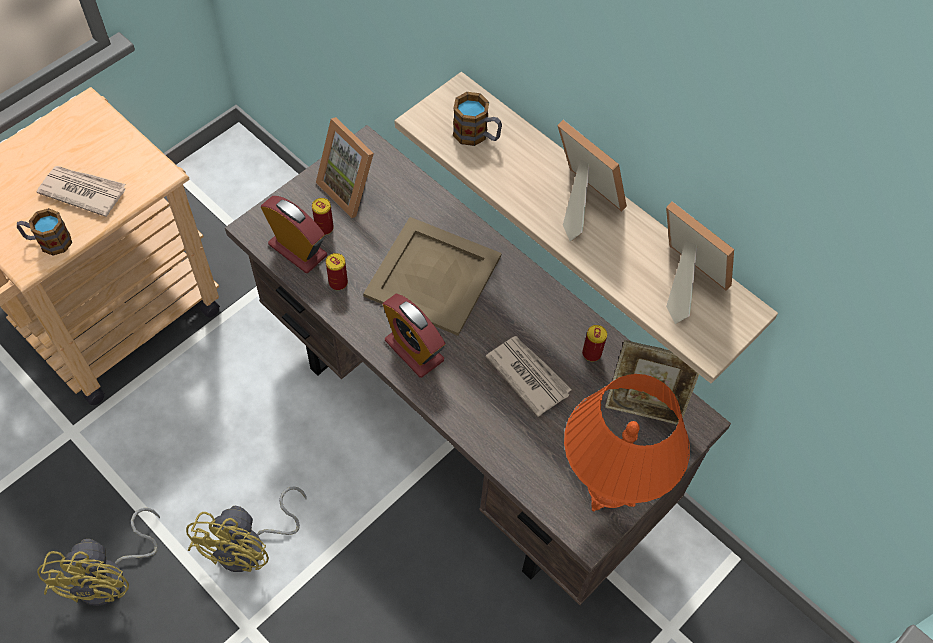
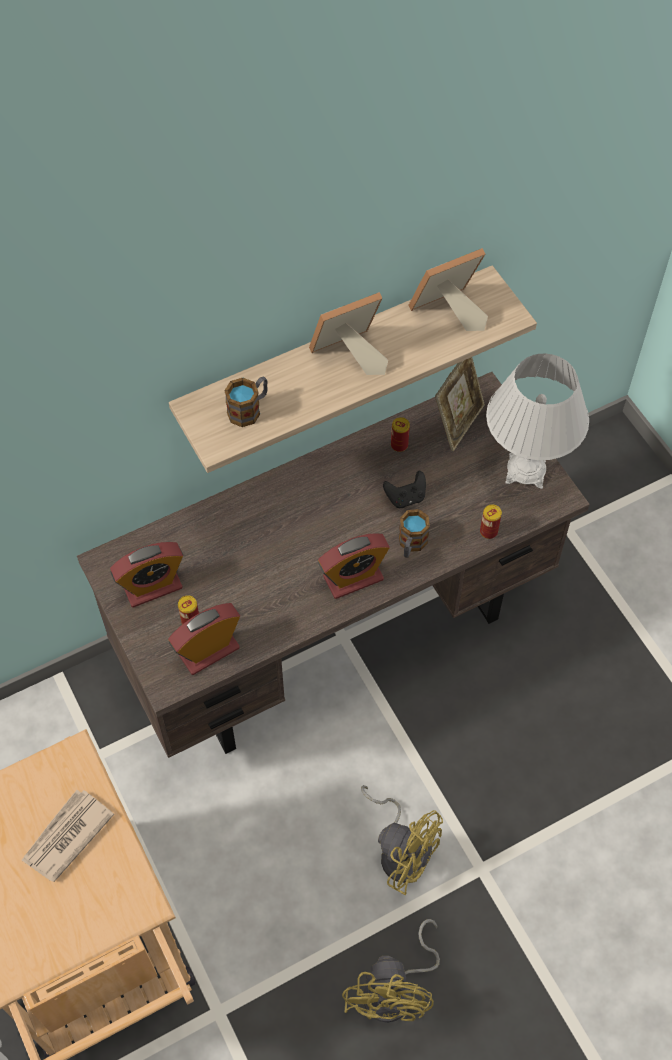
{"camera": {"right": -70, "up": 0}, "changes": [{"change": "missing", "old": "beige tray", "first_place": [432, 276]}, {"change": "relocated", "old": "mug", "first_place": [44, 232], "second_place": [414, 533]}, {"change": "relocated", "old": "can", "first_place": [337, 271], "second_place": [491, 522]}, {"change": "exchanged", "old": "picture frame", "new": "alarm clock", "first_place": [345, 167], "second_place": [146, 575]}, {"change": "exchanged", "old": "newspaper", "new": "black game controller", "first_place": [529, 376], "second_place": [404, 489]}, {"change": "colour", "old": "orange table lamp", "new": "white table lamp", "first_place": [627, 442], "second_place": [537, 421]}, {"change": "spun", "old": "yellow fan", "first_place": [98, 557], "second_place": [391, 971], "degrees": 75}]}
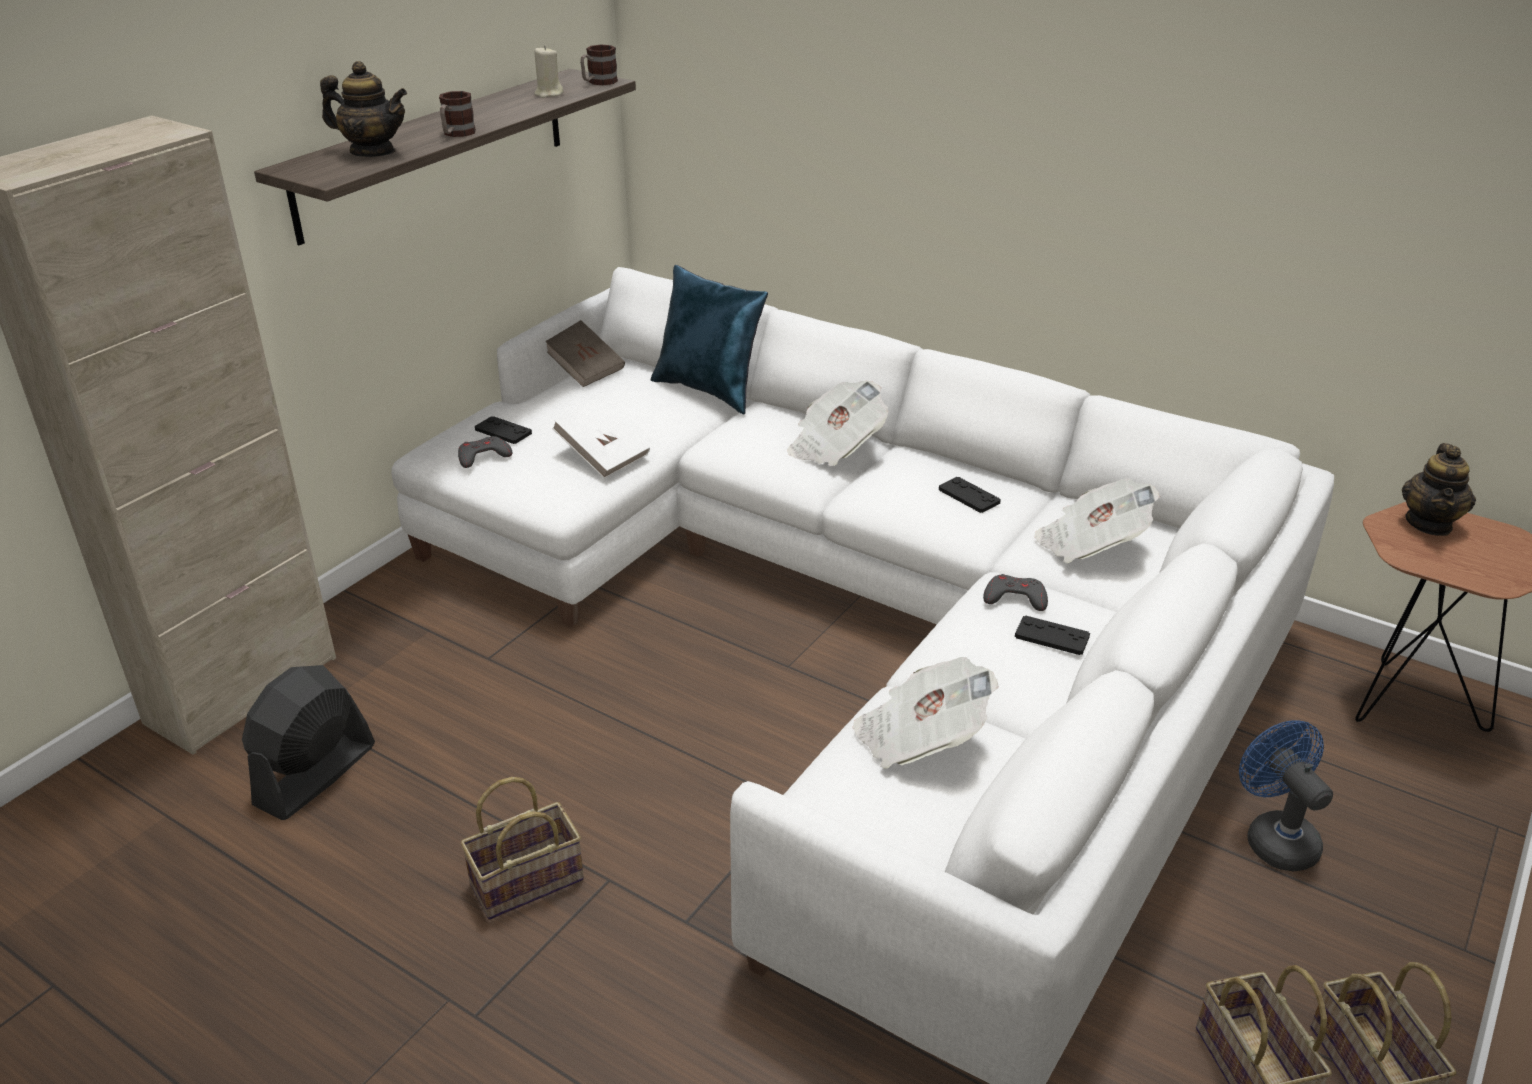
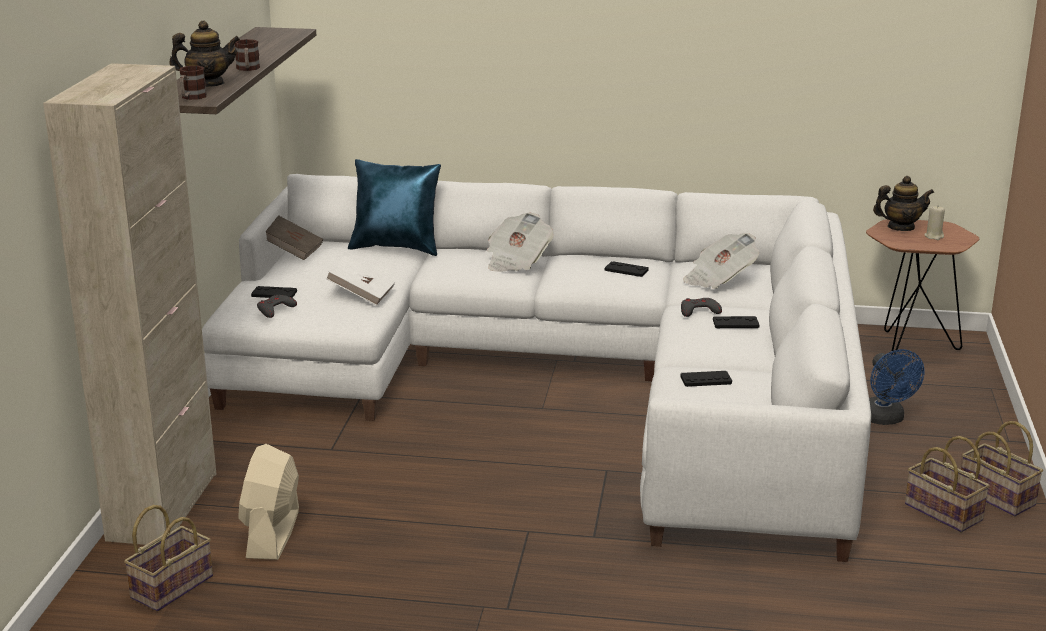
{"camera": {"right": -25, "up": -10}, "changes": [{"change": "relocated", "old": "basket", "first_place": [522, 848], "second_place": [168, 558]}, {"change": "relocated", "old": "beige candle", "first_place": [548, 72], "second_place": [934, 223]}, {"change": "relocated", "old": "mug", "first_place": [599, 65], "second_place": [193, 83]}, {"change": "exchanged", "old": "newspaper", "new": "black game controller", "first_place": [925, 713], "second_place": [706, 379]}, {"change": "colour", "old": "black fan", "new": "beige fan", "first_place": [308, 742], "second_place": [268, 502]}, {"change": "spun", "old": "blue fan", "first_place": [1286, 795], "second_place": [897, 387], "degrees": -150}, {"change": "spun", "old": "teapot", "first_place": [1439, 489], "second_place": [903, 203], "degrees": -90}]}
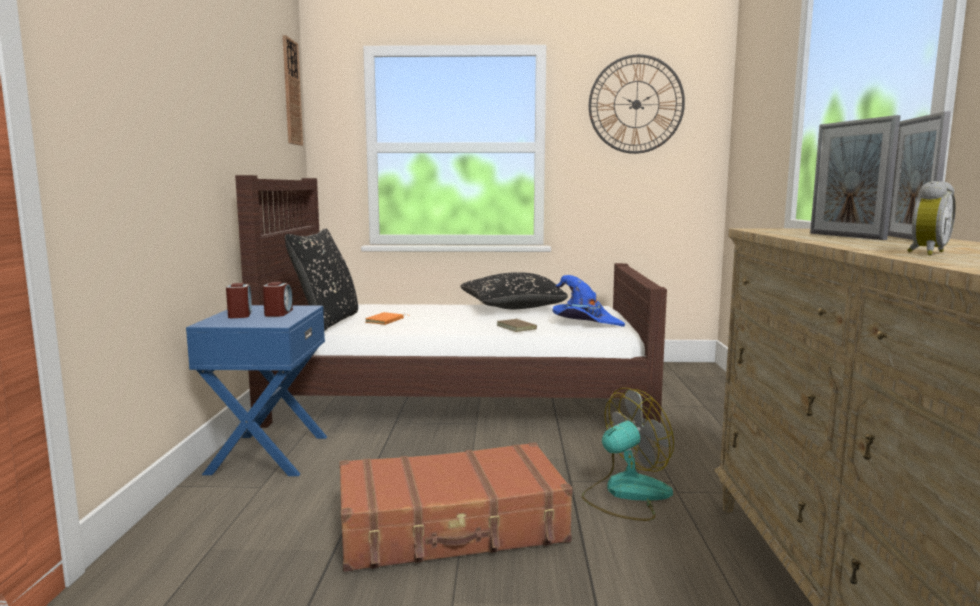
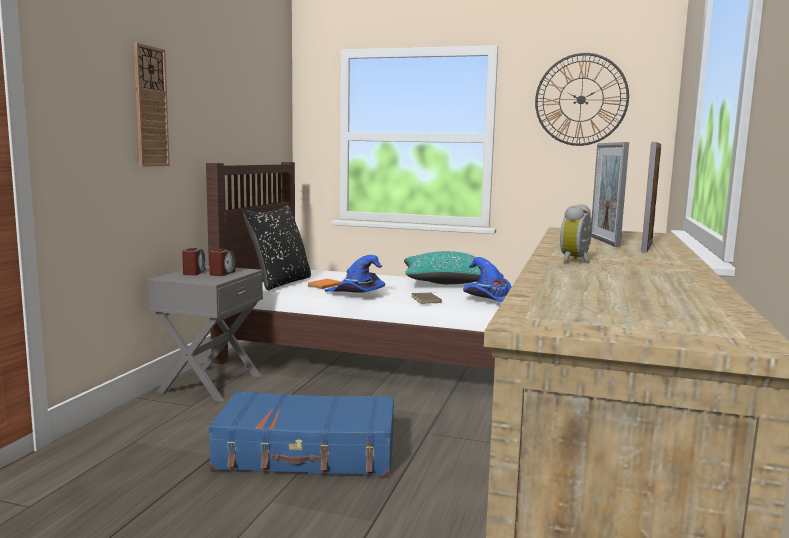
{"camera": {"right": 15, "up": 0}, "changes": [{"change": "missing", "old": "fan", "first_place": [628, 454]}, {"change": "appeared", "new": "blue hat", "second_place": [355, 274]}, {"change": "relocated", "old": "wall clock", "first_place": [293, 90], "second_place": [152, 105]}, {"change": "colour", "old": "blue nightstand", "new": "grey nightstand", "first_place": [256, 390], "second_place": [205, 333]}, {"change": "colour", "old": "brown suitcase", "new": "blue suitcase", "first_place": [455, 507], "second_place": [301, 433]}, {"change": "colour", "old": "black pillow", "new": "turquoise pillow", "first_place": [514, 290], "second_place": [442, 267]}, {"change": "spun", "old": "alarm clock", "first_place": [931, 218], "second_place": [576, 233], "degrees": 150}]}
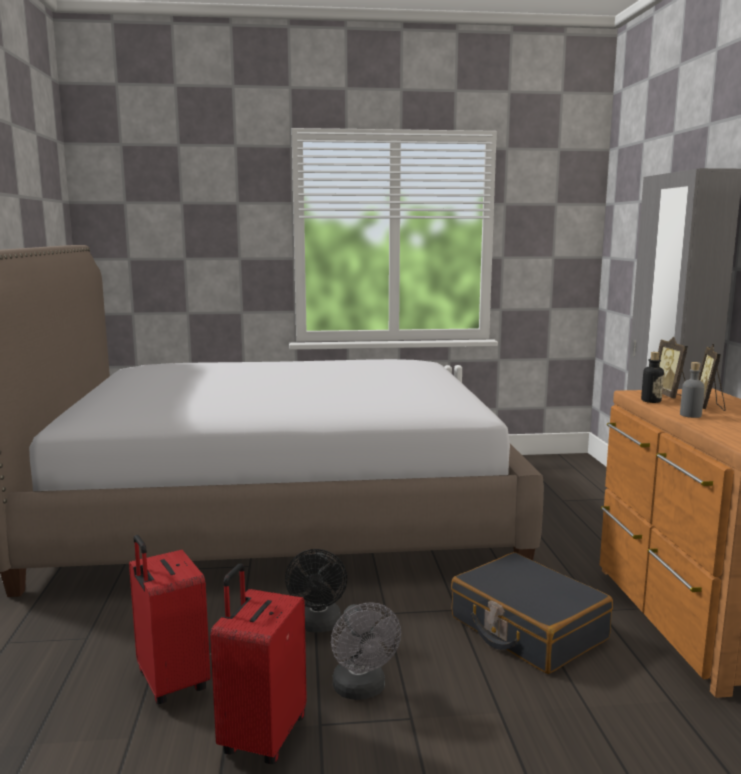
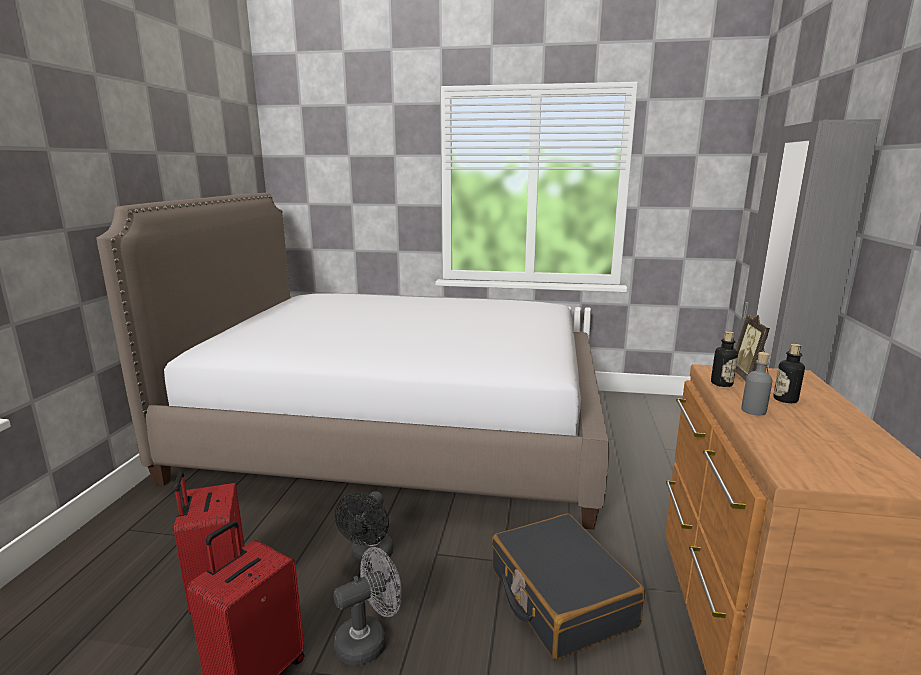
{"camera": {"right": 15, "up": 5}, "changes": [{"change": "exchanged", "old": "picture frame", "new": "bottle", "first_place": [712, 377], "second_place": [789, 373]}, {"change": "spun", "old": "grey fan", "first_place": [366, 651], "second_place": [367, 606], "degrees": -120}]}
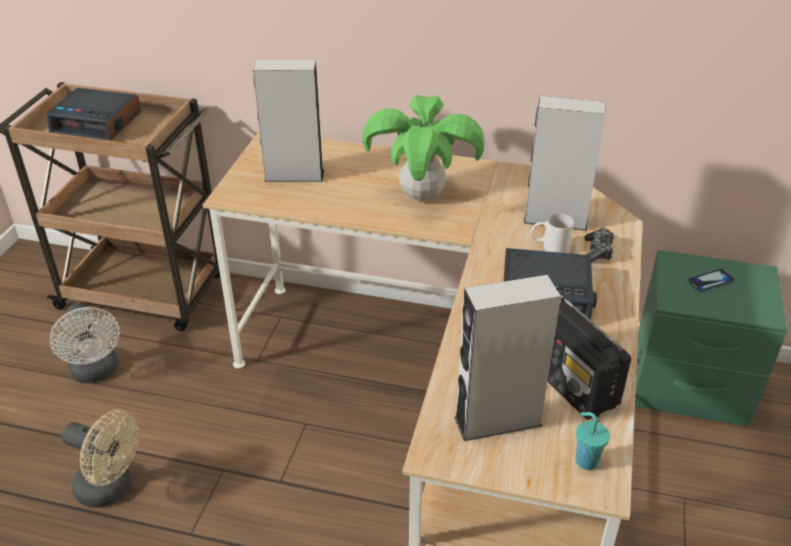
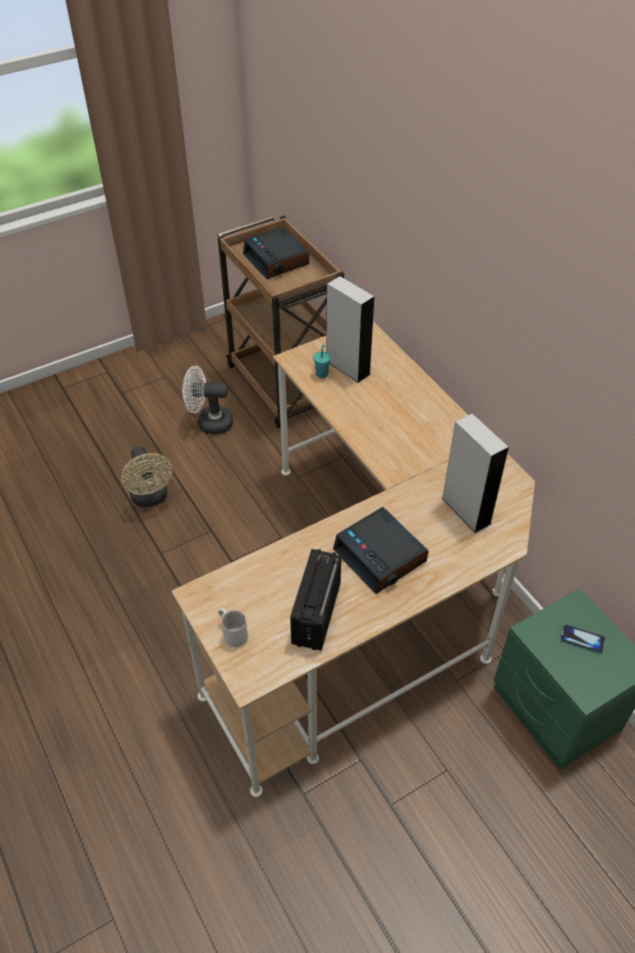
{"camera": {"right": 45, "up": 10}, "changes": [{"change": "missing", "old": "potted plant", "first_place": [423, 148]}, {"change": "missing", "old": "grey speaker", "first_place": [507, 357]}, {"change": "missing", "old": "game controller", "first_place": [599, 246]}, {"change": "relocated", "old": "white mug", "first_place": [552, 233], "second_place": [233, 627]}, {"change": "relocated", "old": "turquoise cup", "first_place": [593, 441], "second_place": [322, 361]}, {"change": "spun", "old": "white fan", "first_place": [85, 343], "second_place": [207, 400], "degrees": 75}]}
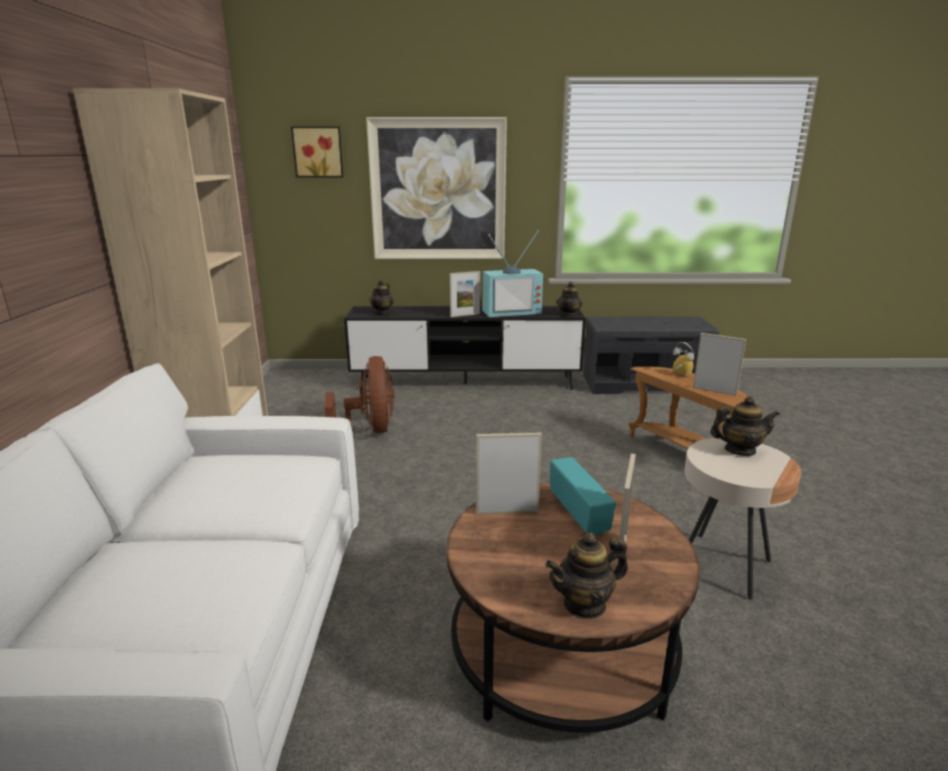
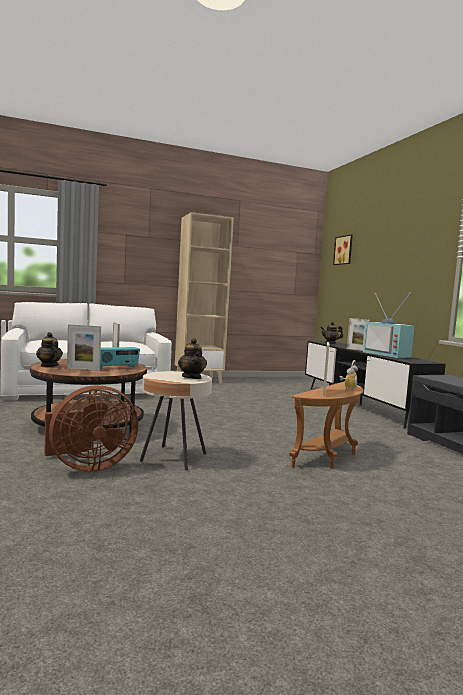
{"camera": {"right": 70, "up": -15}, "changes": [{"change": "missing", "old": "picture", "first_place": [436, 188]}, {"change": "missing", "old": "teapot", "first_place": [569, 299]}, {"change": "relocated", "old": "brown fan", "first_place": [359, 394], "second_place": [91, 428]}]}
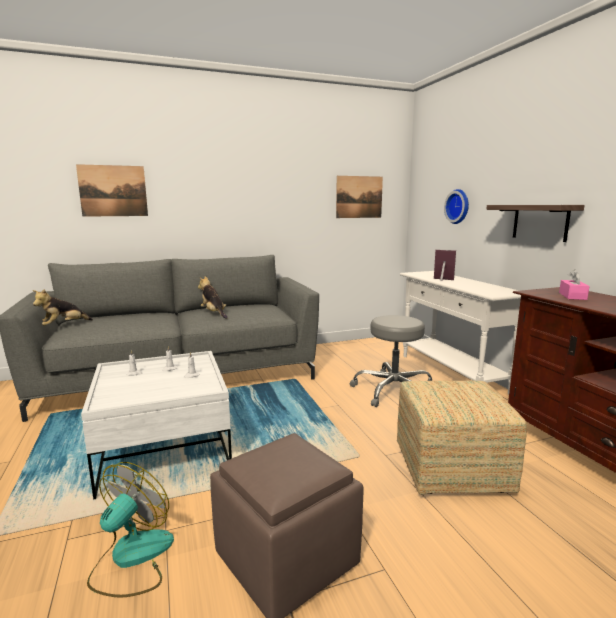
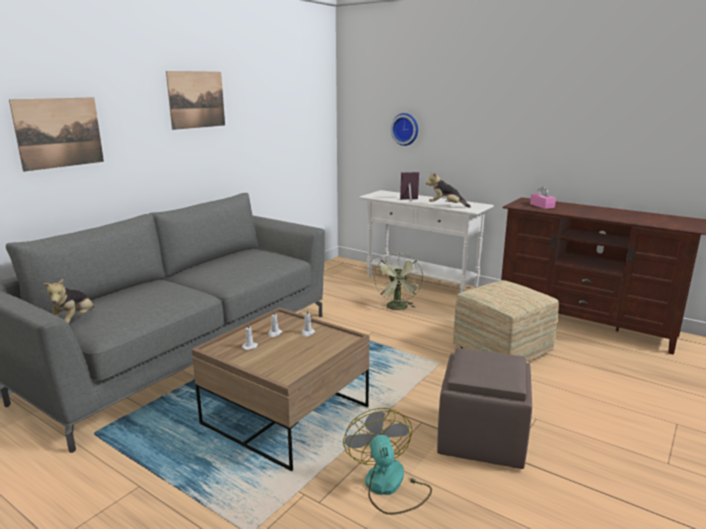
{"camera": {"right": -35, "up": 5}, "changes": [{"change": "missing", "old": "shelf", "first_place": [535, 223]}, {"change": "relocated", "old": "plush toy", "first_place": [213, 297], "second_place": [448, 190]}, {"change": "relocated", "old": "picture", "first_place": [359, 197], "second_place": [195, 100]}, {"change": "exchanged", "old": "grey stool", "new": "green fan", "first_place": [391, 361], "second_place": [398, 281]}, {"change": "colour", "old": "white coffee table", "new": "brown coffee table", "first_place": [156, 425], "second_place": [280, 389]}]}
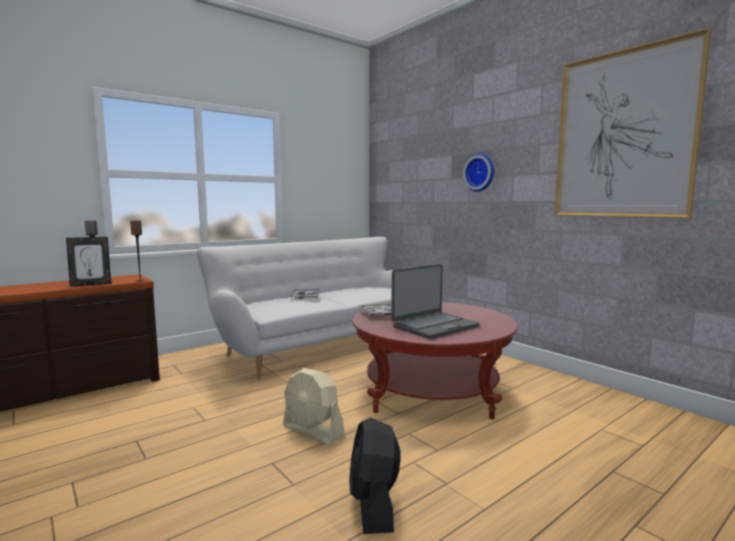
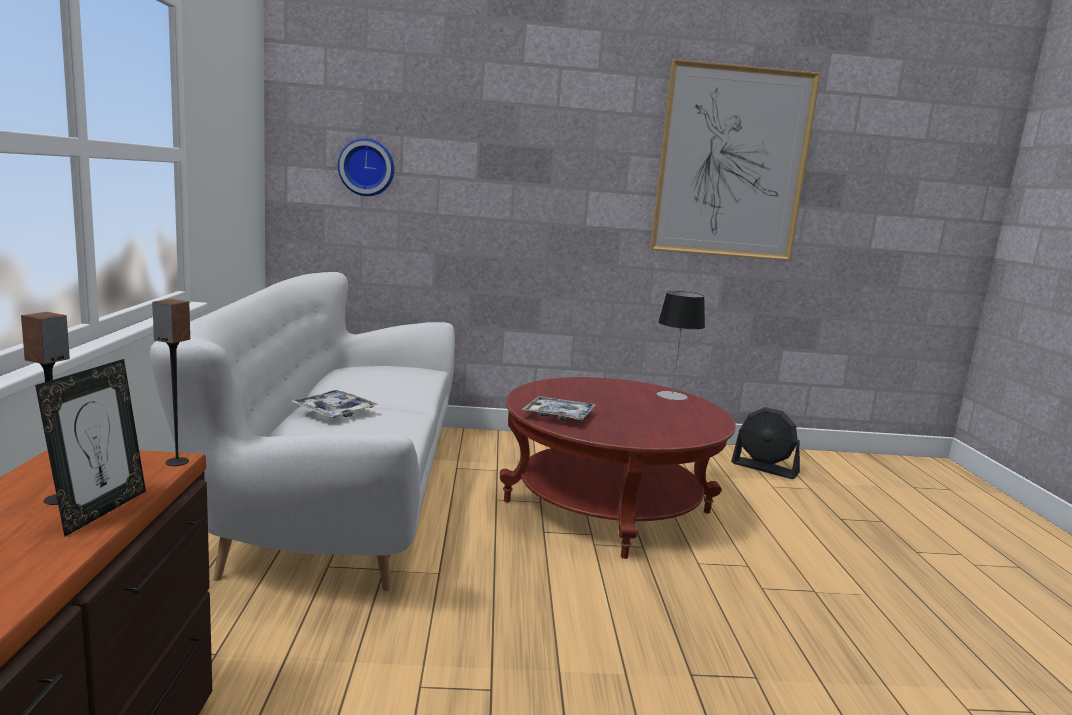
{"camera": {"right": -55, "up": 5}, "changes": [{"change": "missing", "old": "beige fan", "first_place": [314, 406]}, {"change": "missing", "old": "laptop", "first_place": [435, 301]}, {"change": "appeared", "new": "table lamp", "second_place": [681, 345]}, {"change": "relocated", "old": "black fan", "first_place": [374, 475], "second_place": [765, 443]}, {"change": "relocated", "old": "wall clock", "first_place": [478, 173], "second_place": [366, 167]}]}
